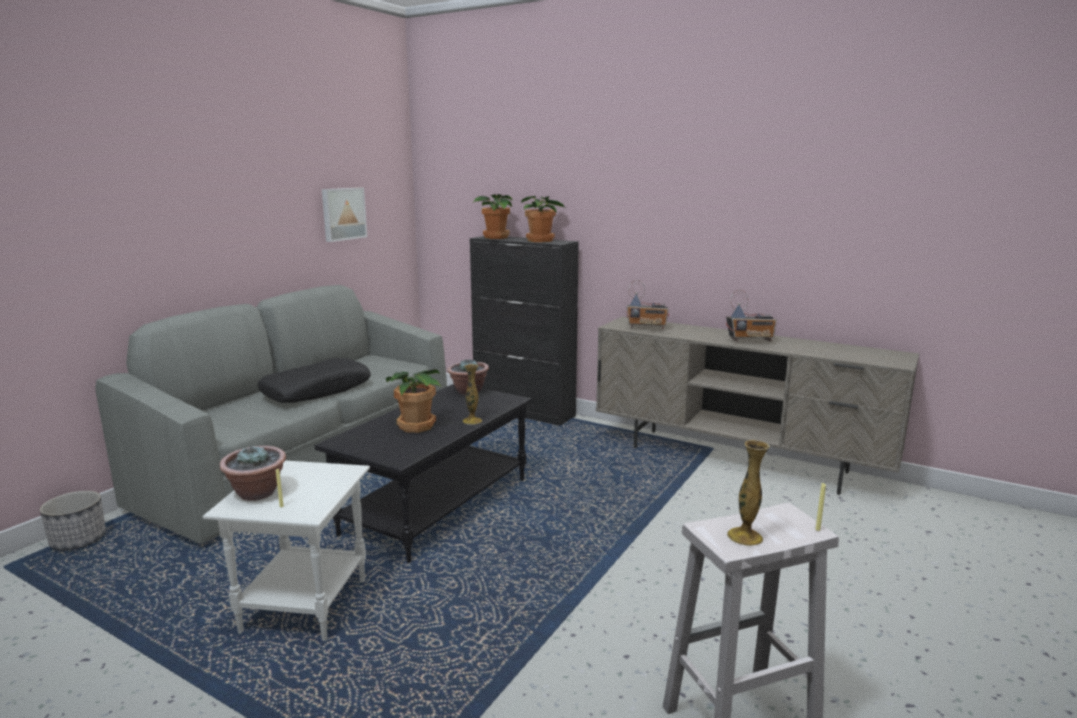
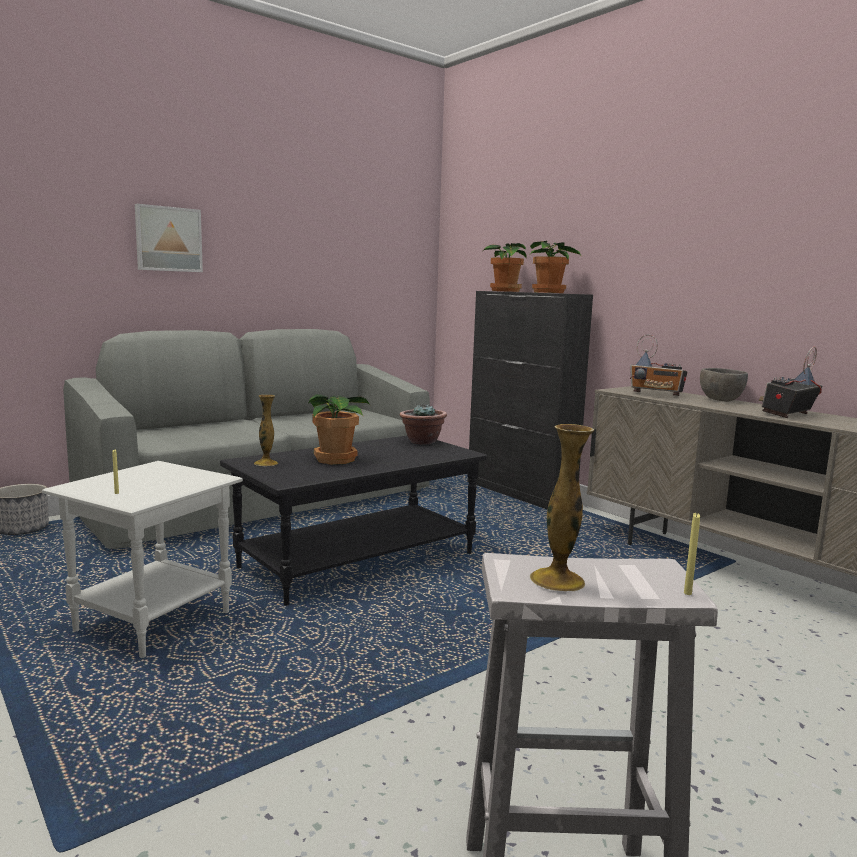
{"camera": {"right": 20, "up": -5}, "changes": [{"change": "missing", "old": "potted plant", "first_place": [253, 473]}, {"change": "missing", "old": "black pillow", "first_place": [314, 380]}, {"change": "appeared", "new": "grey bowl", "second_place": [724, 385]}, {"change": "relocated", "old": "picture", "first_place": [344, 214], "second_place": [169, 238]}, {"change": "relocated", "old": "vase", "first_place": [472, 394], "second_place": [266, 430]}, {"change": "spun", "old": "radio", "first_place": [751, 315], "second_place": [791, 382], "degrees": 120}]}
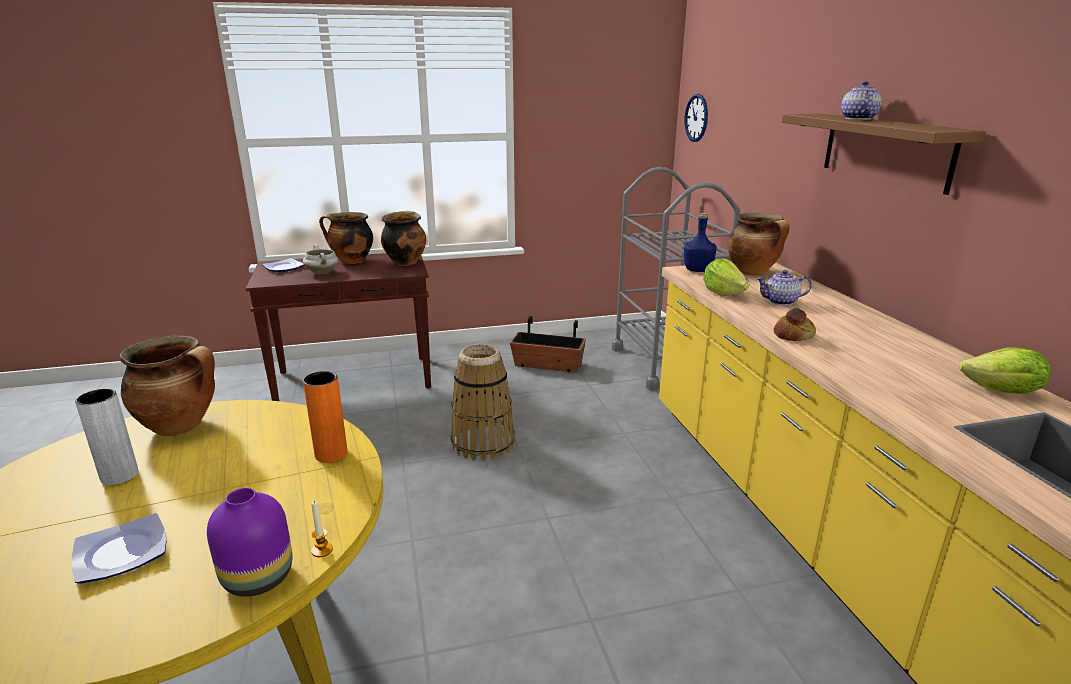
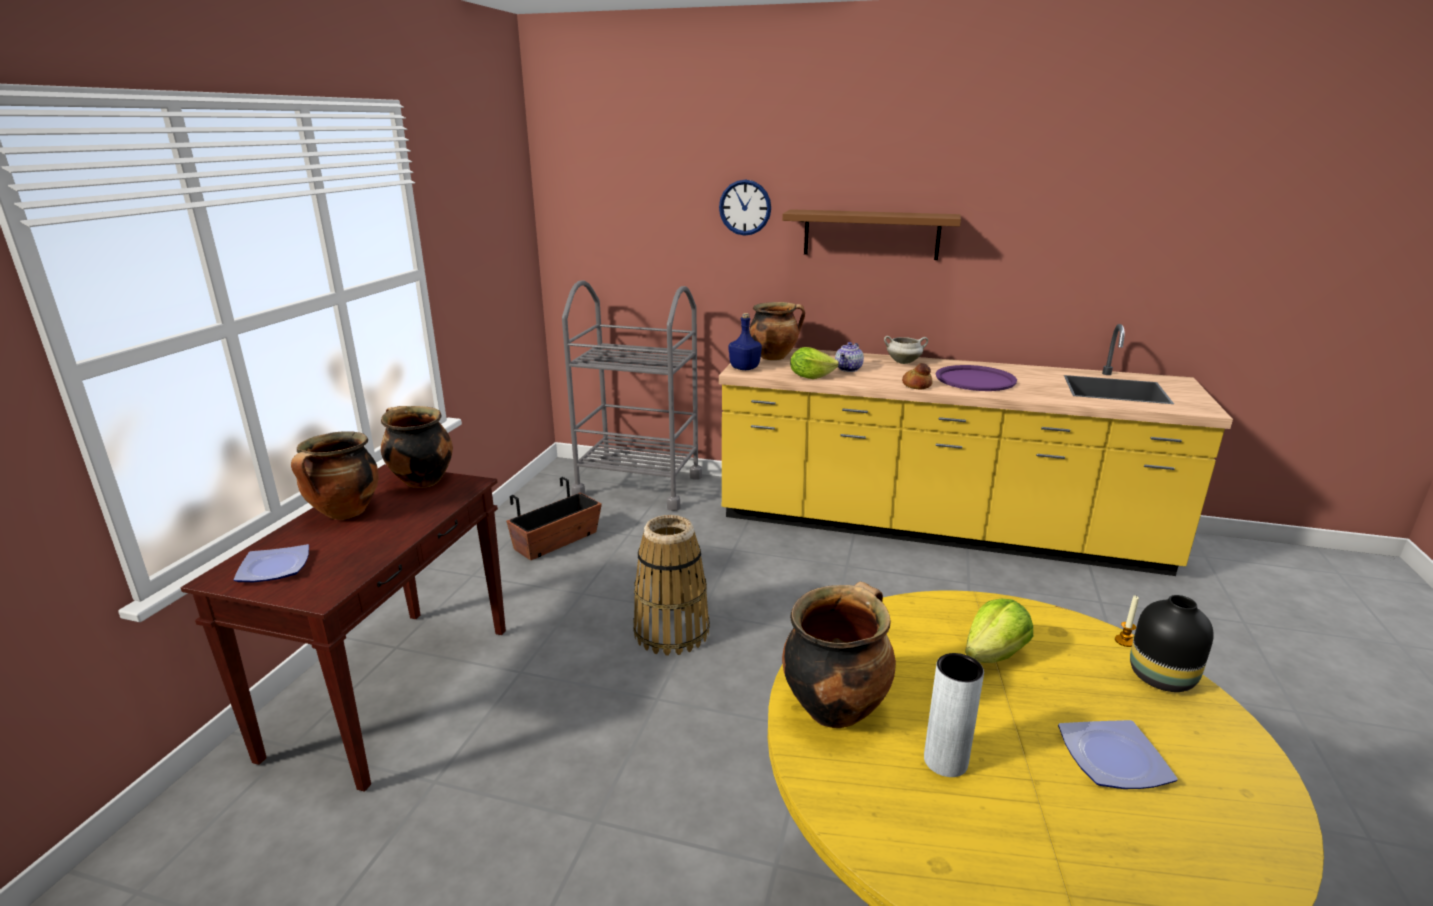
{"camera": {"right": -60, "up": 0}, "changes": [{"change": "missing", "old": "orange vase", "first_place": [325, 417]}, {"change": "missing", "old": "teapot", "first_place": [861, 100]}, {"change": "appeared", "new": "purple tray", "second_place": [976, 378]}, {"change": "relocated", "old": "white cooking pot", "first_place": [321, 259], "second_place": [906, 350]}, {"change": "relocated", "old": "wall clock", "first_place": [696, 118], "second_place": [745, 208]}, {"change": "relocated", "old": "lettuce", "first_place": [1005, 370], "second_place": [999, 631]}, {"change": "colour", "old": "purple vase", "new": "black vase", "first_place": [249, 542], "second_place": [1172, 643]}]}
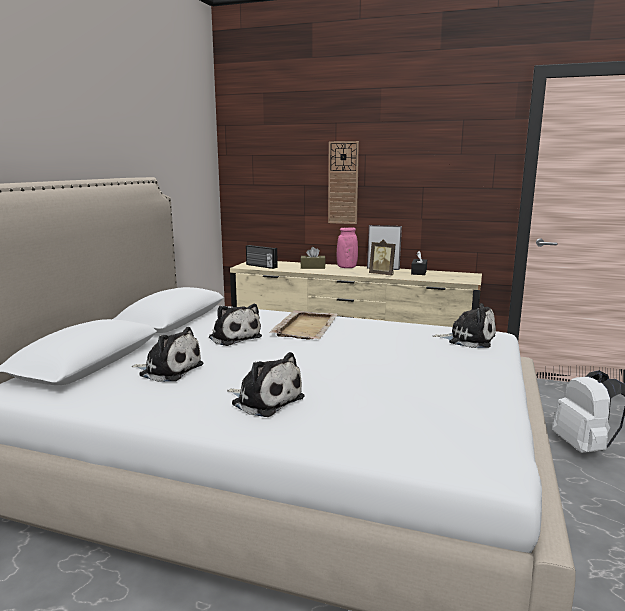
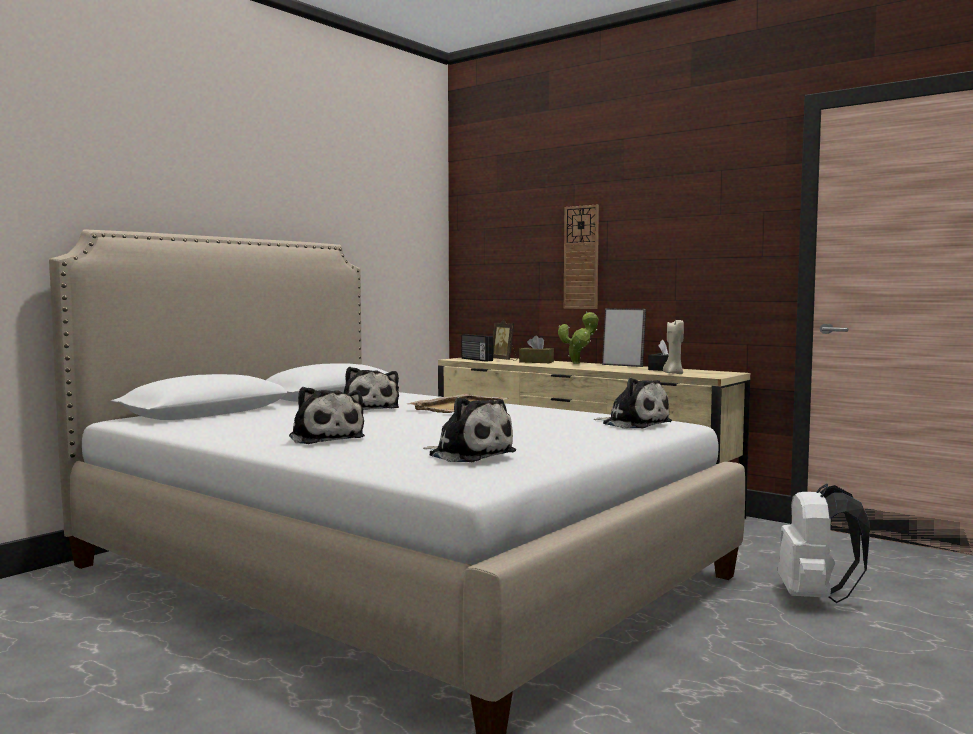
{"camera": {"right": 20, "up": -10}, "changes": [{"change": "appeared", "new": "beige candle", "second_place": [673, 346]}, {"change": "relocated", "old": "plush toy", "first_place": [167, 354], "second_place": [469, 429]}, {"change": "relocated", "old": "picture frame", "first_place": [382, 257], "second_place": [505, 340]}, {"change": "exchanged", "old": "pink vase", "new": "potted plant", "first_place": [347, 247], "second_place": [578, 338]}]}
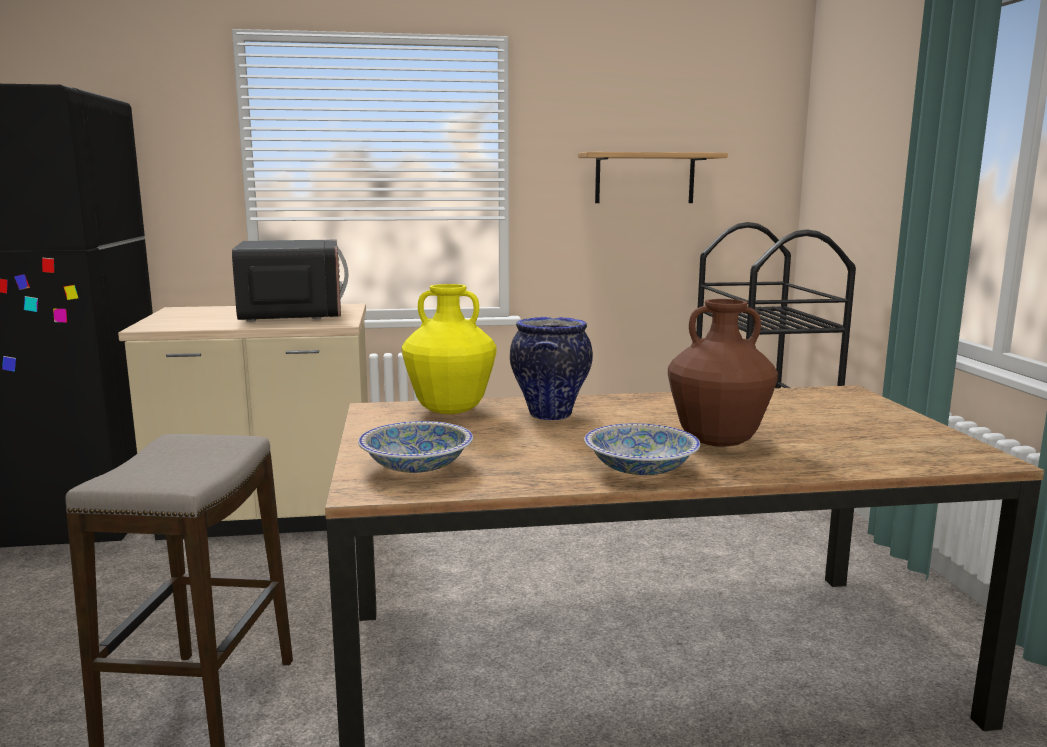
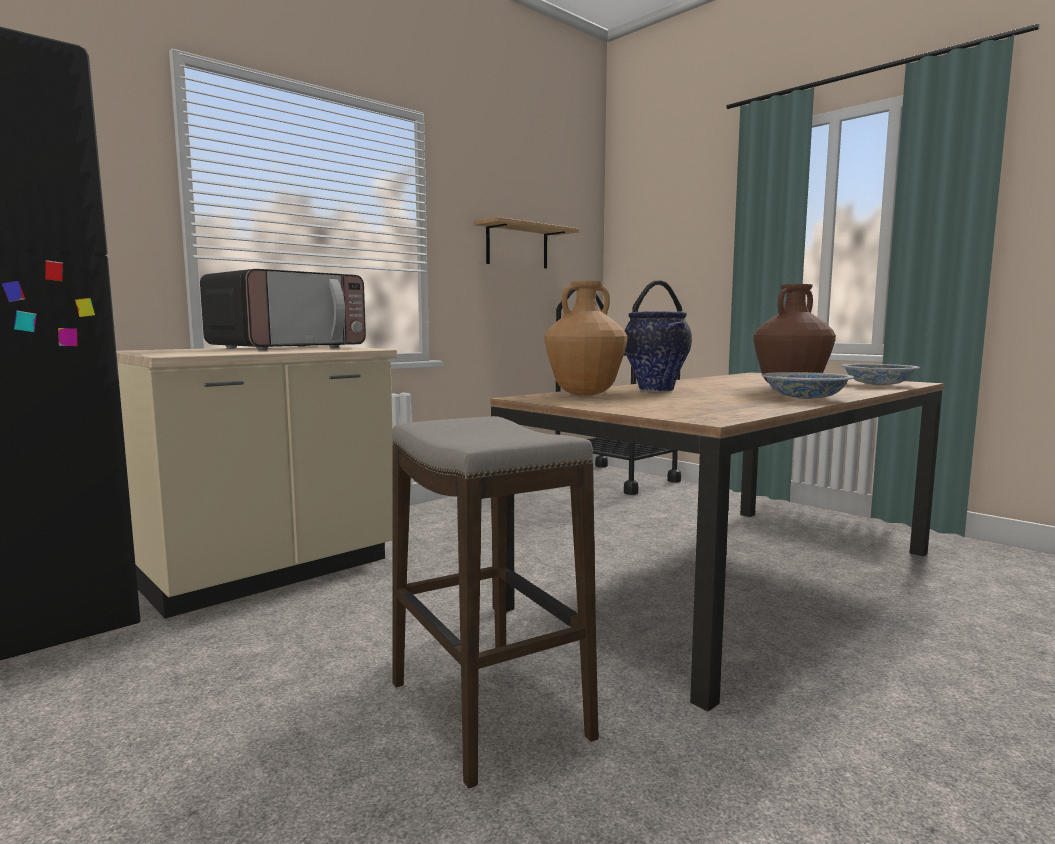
{"camera": {"right": -35, "up": -5}, "changes": [{"change": "relocated", "old": "bowl", "first_place": [415, 447], "second_place": [880, 374]}, {"change": "colour", "old": "yellow vase", "new": "brown vase", "first_place": [449, 349], "second_place": [586, 338]}, {"change": "spun", "old": "microwave", "first_place": [290, 281], "second_place": [283, 309], "degrees": 90}]}
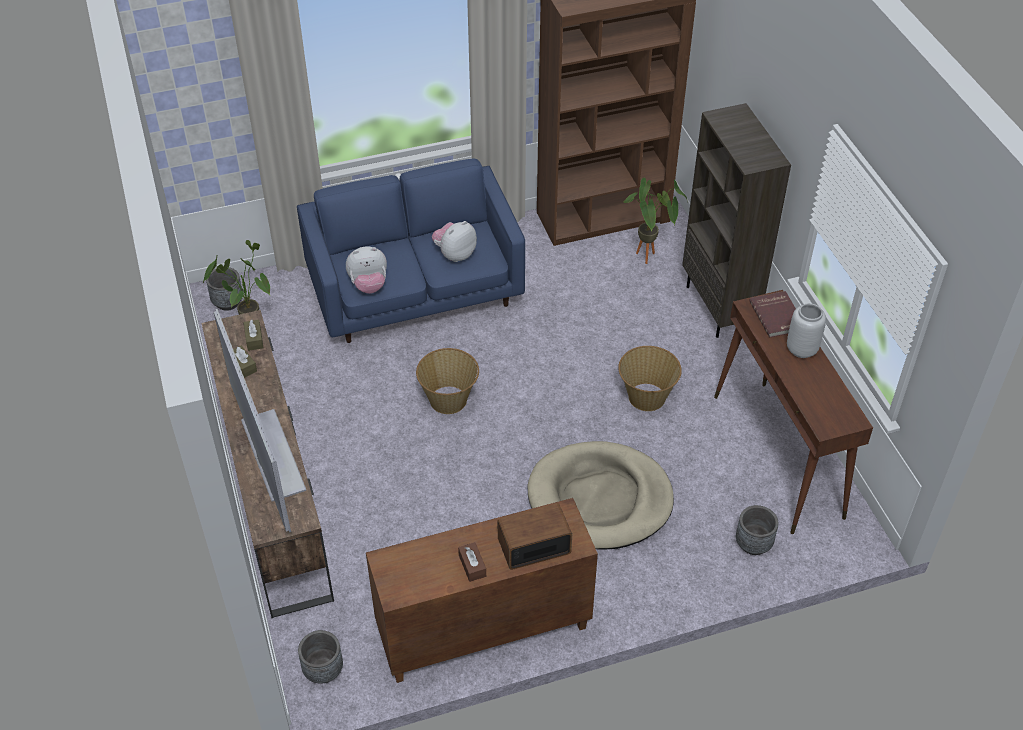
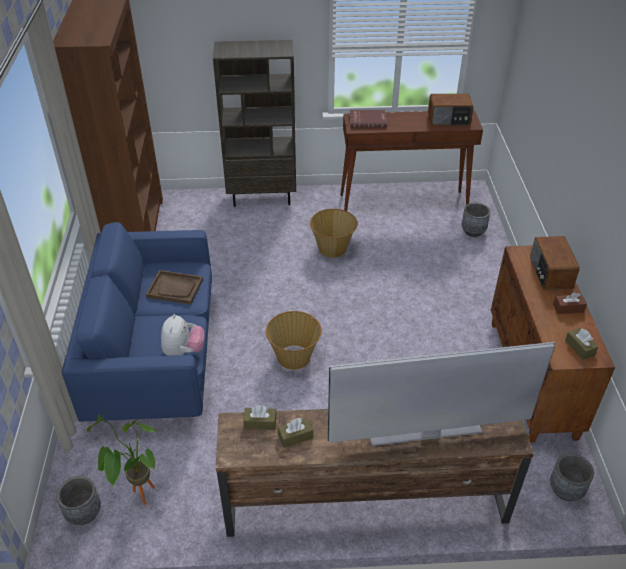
{"camera": {"right": -75, "up": -5}, "changes": [{"change": "missing", "old": "beige dog bed", "first_place": [600, 495]}, {"change": "missing", "old": "potted plant", "first_place": [655, 221]}, {"change": "missing", "old": "grey vase", "first_place": [806, 330]}, {"change": "appeared", "new": "radio", "second_place": [451, 110]}, {"change": "appeared", "new": "brown tissue box", "second_place": [581, 344]}, {"change": "exchanged", "old": "plush toy", "new": "brown tray", "first_place": [454, 241], "second_place": [174, 287]}]}
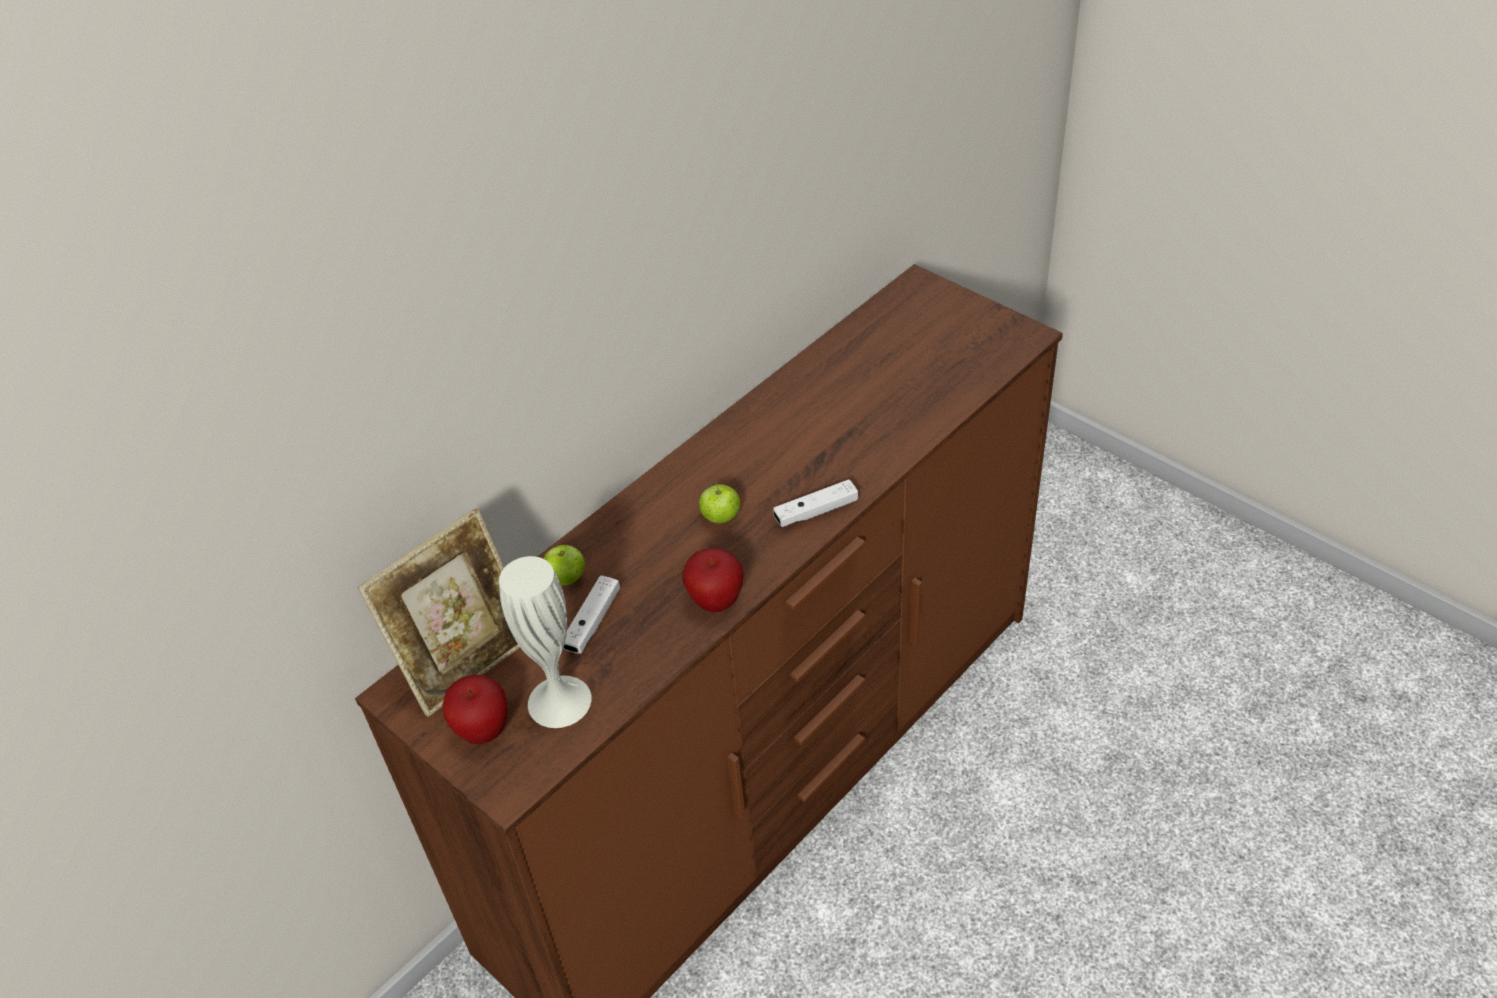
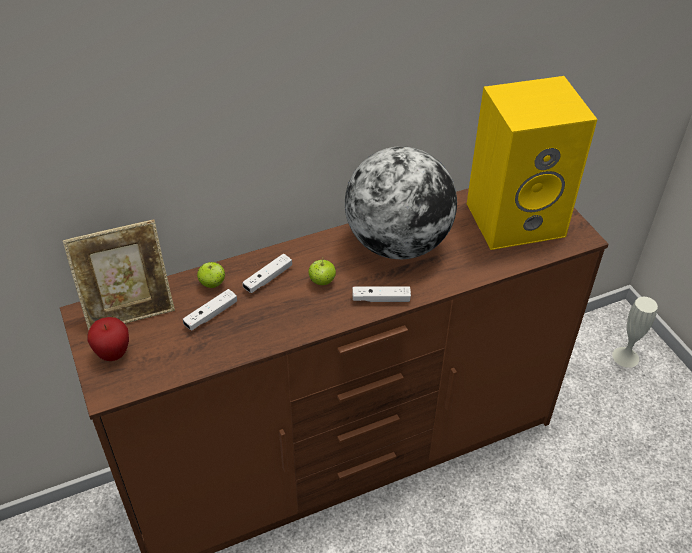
{"camera": {"right": 20, "up": 0}, "changes": [{"change": "missing", "old": "apple", "first_place": [712, 580]}, {"change": "appeared", "new": "white game controller", "second_place": [267, 273]}, {"change": "appeared", "new": "globe", "second_place": [401, 202]}, {"change": "appeared", "new": "yellow speaker", "second_place": [532, 163]}, {"change": "relocated", "old": "white vase", "first_place": [545, 642], "second_place": [635, 332]}]}
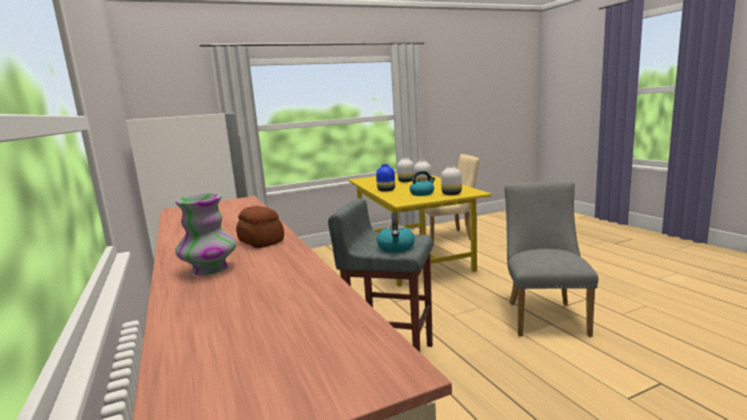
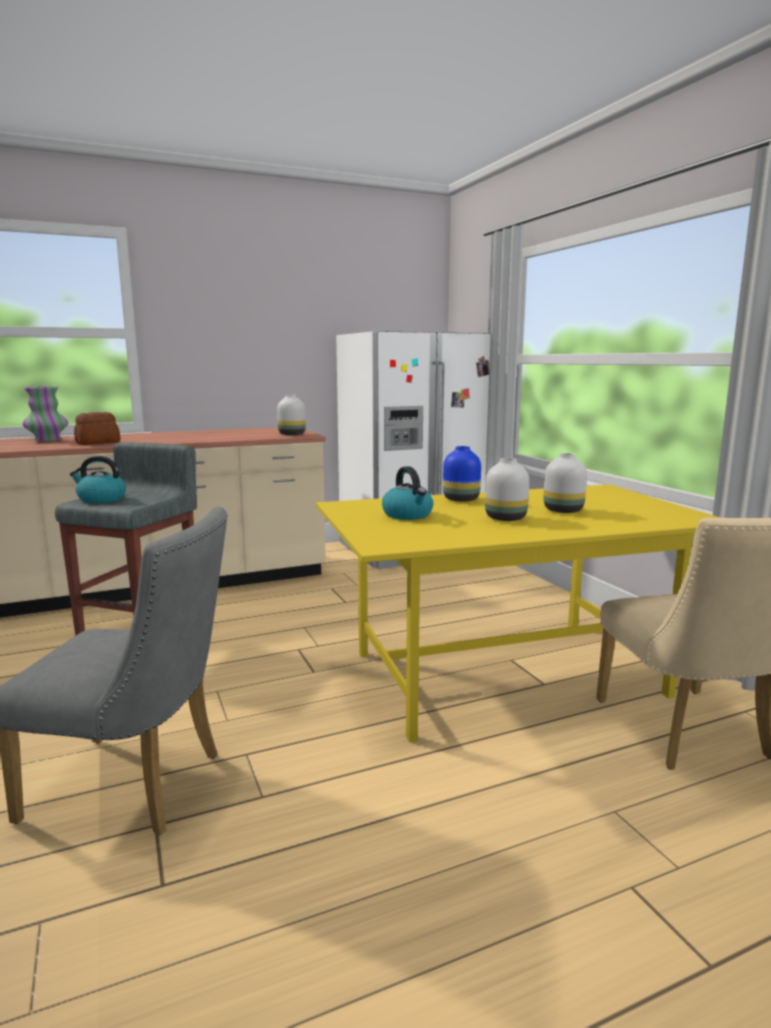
{"camera": {"right": 90, "up": 0}, "changes": [{"change": "relocated", "old": "white vase", "first_place": [451, 180], "second_place": [291, 415]}]}
